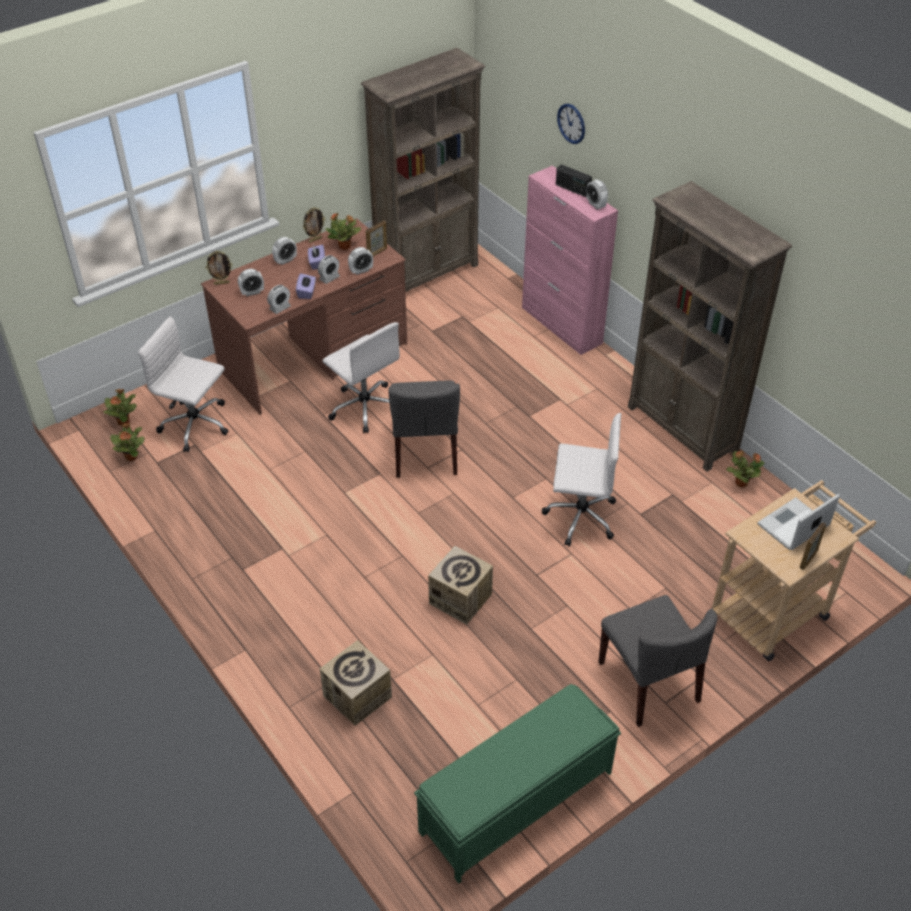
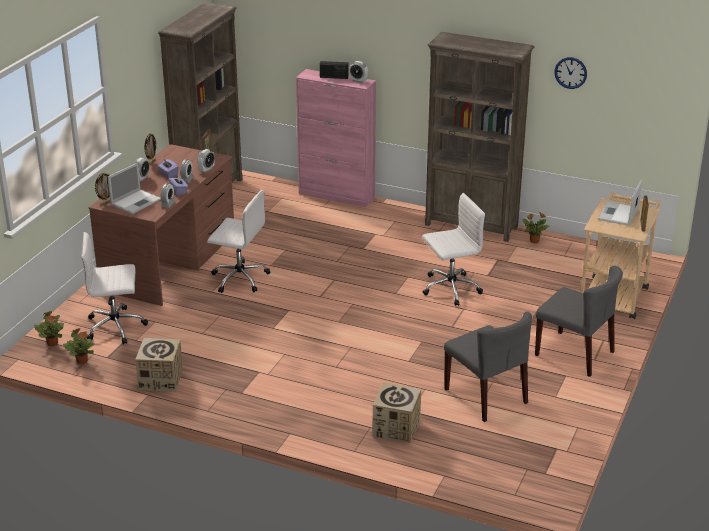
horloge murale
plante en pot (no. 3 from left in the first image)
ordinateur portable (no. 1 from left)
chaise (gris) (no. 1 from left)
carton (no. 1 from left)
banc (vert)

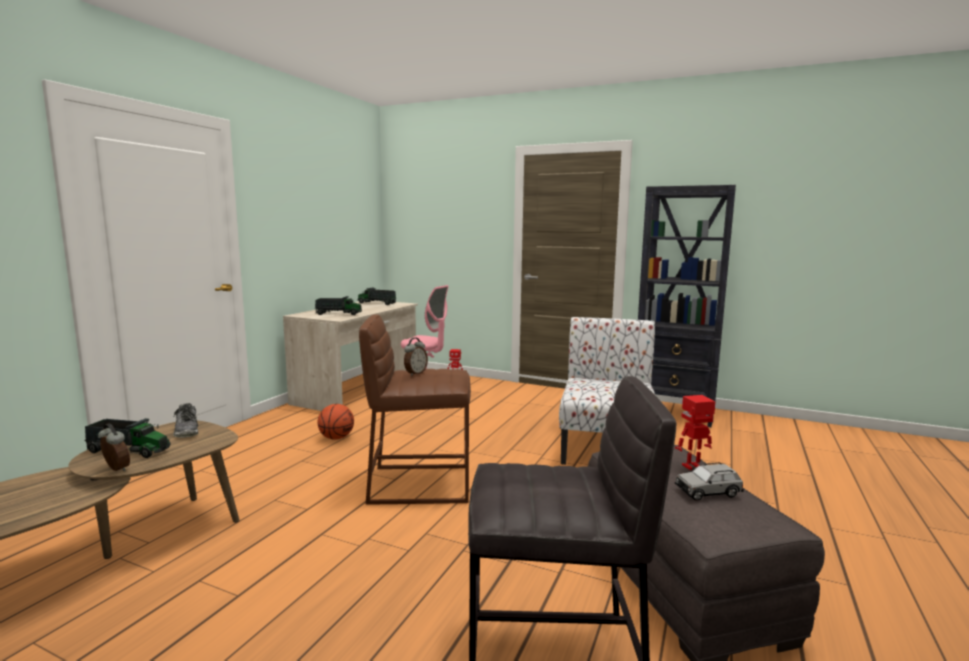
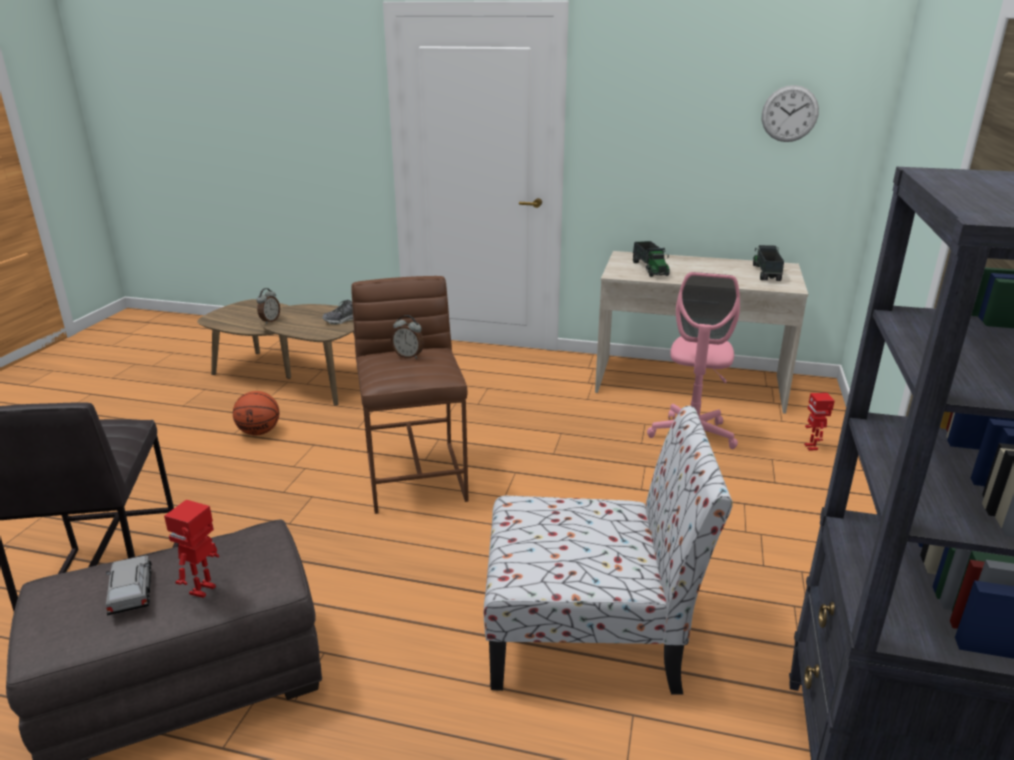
robot jouet (no. 1 from left)
ballon de basket
camion jouet (no. 1 from left in the first image)
horloge murale

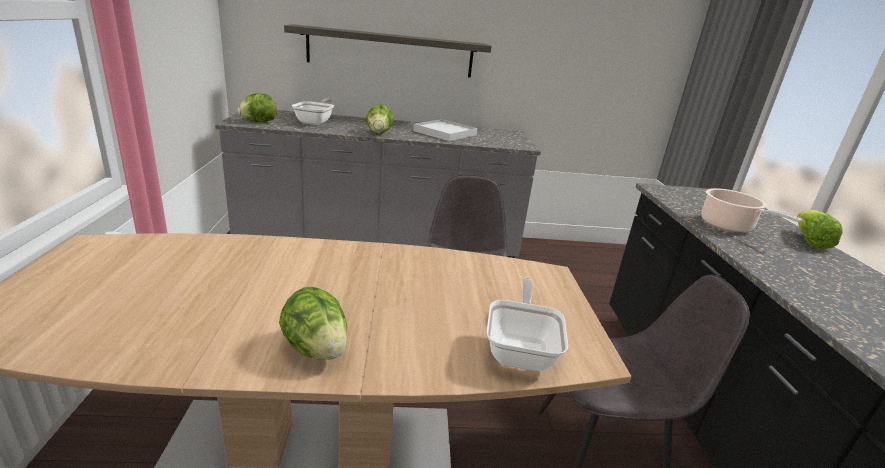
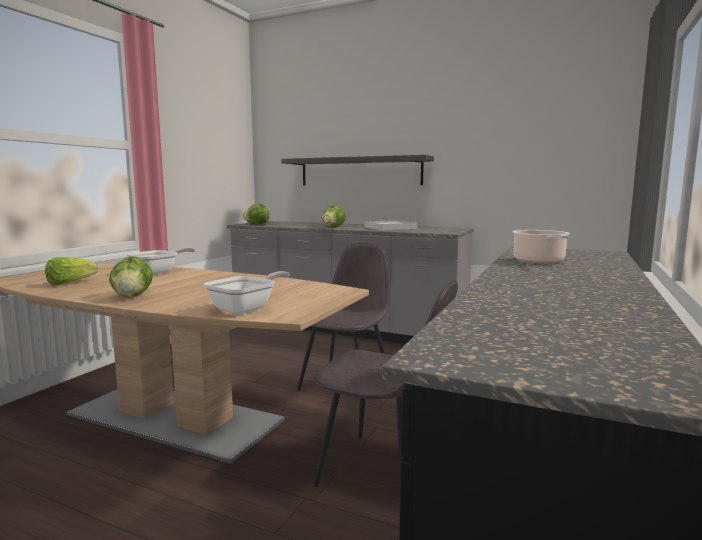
poêle (no. 1 from left)
laitue (no. 1 from left)

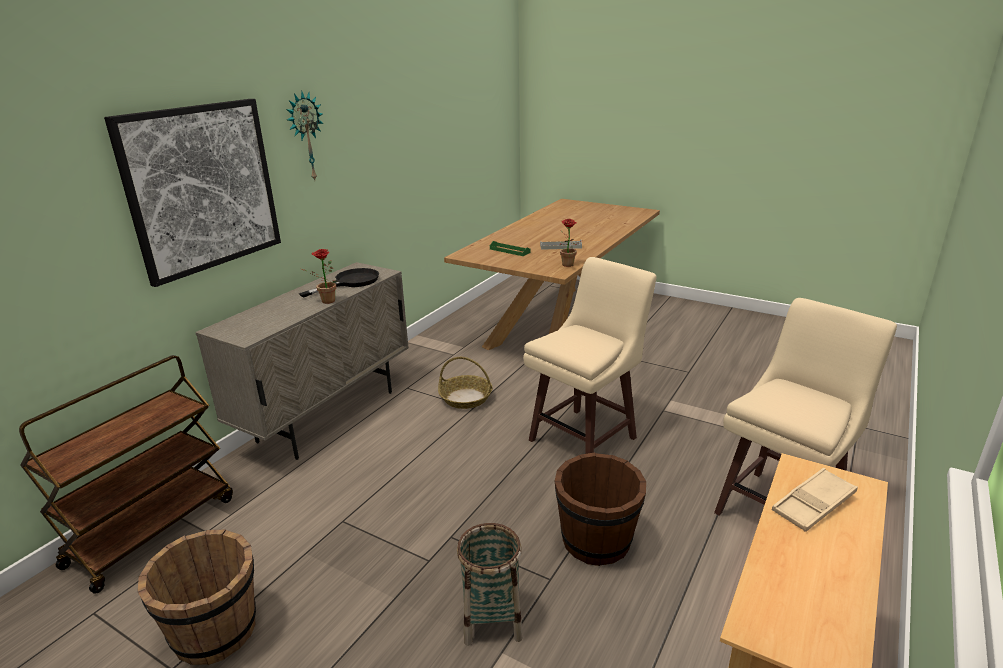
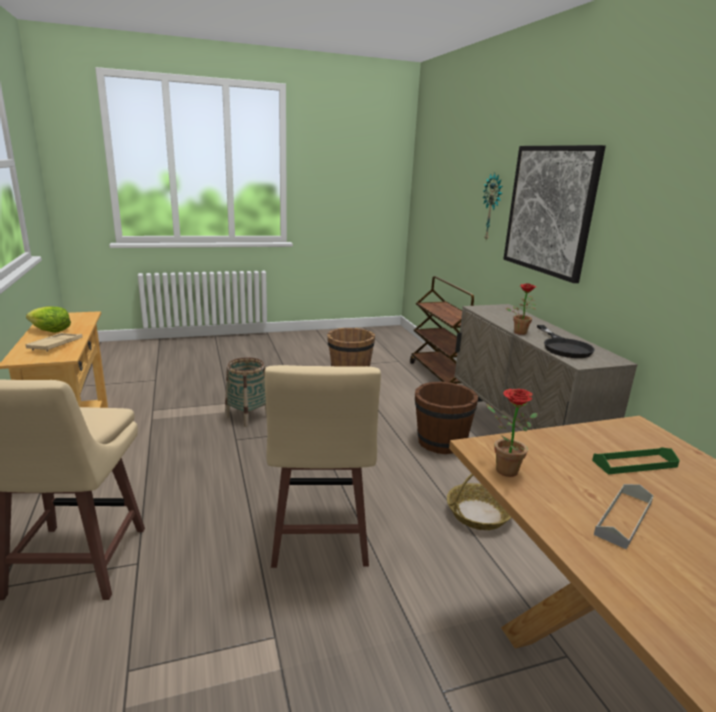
horloge murale
seau (marron) (no. 2 from left)
laitue

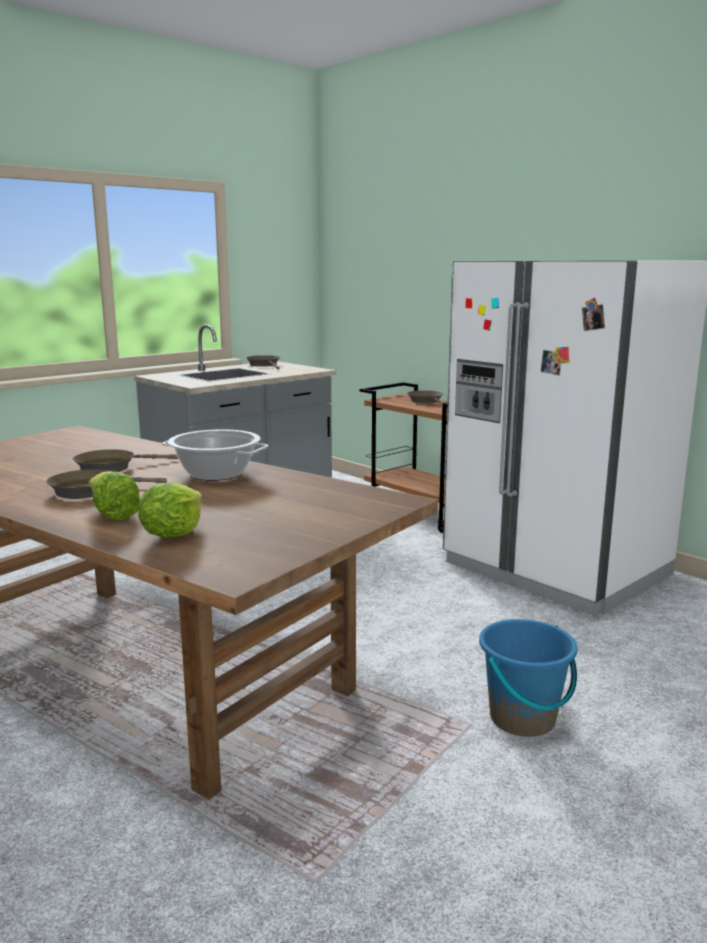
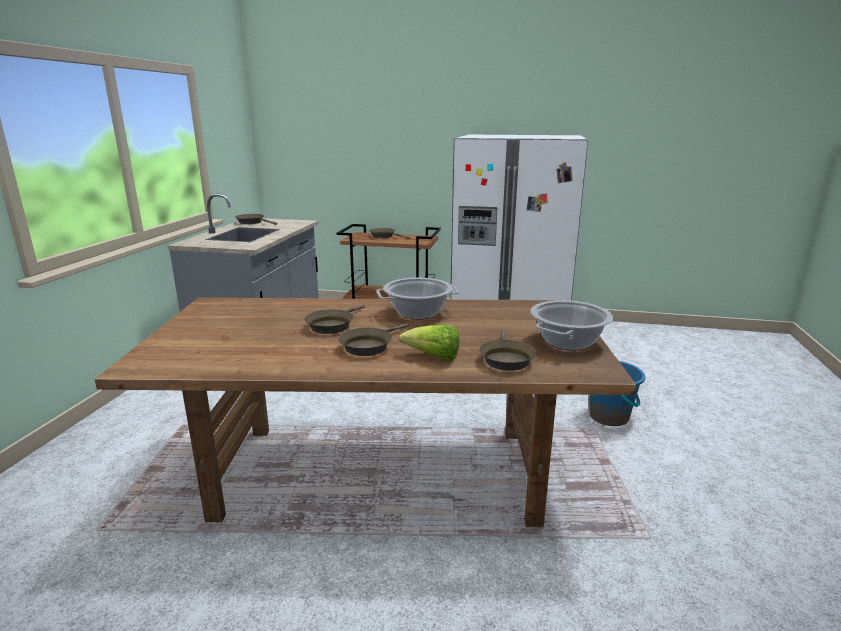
poêle (marron) (no. 5 from left)
marmite (no. 2 from left)

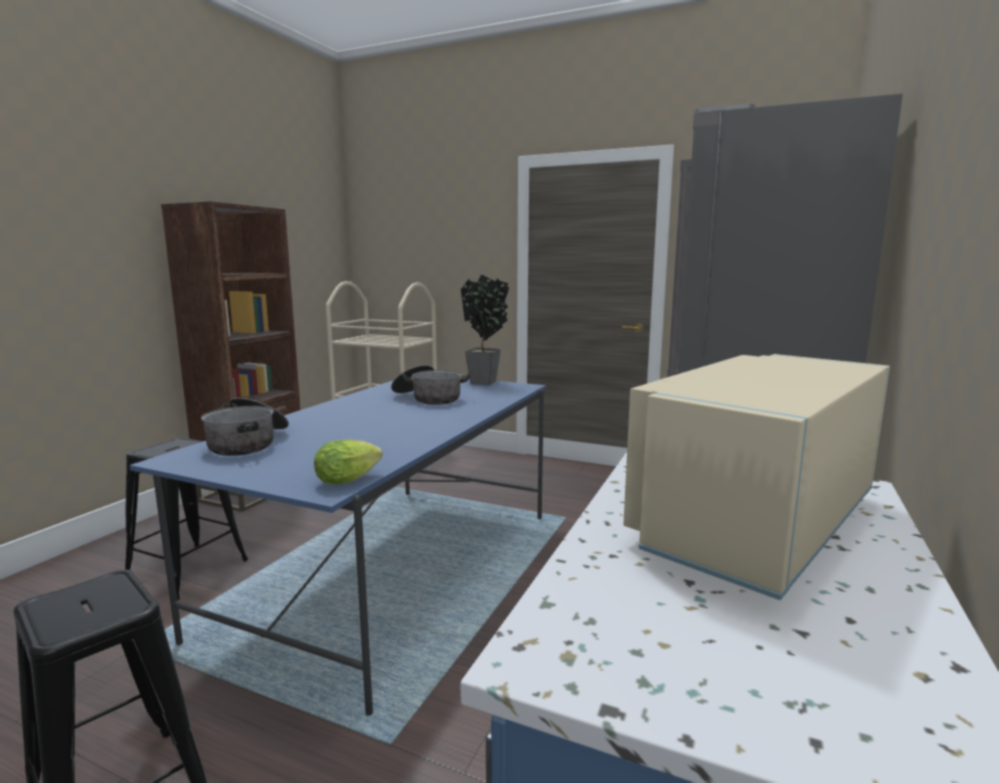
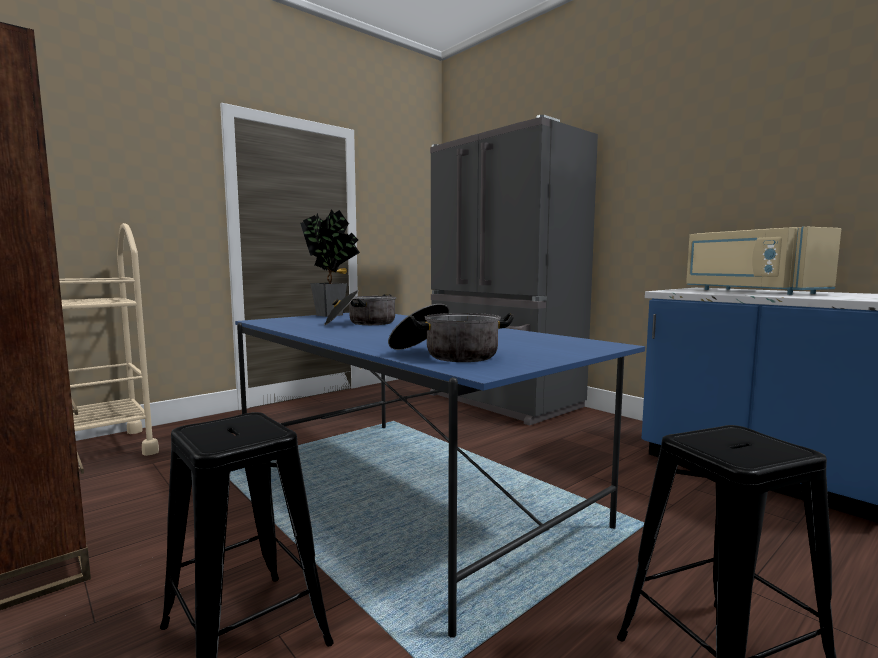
laitue

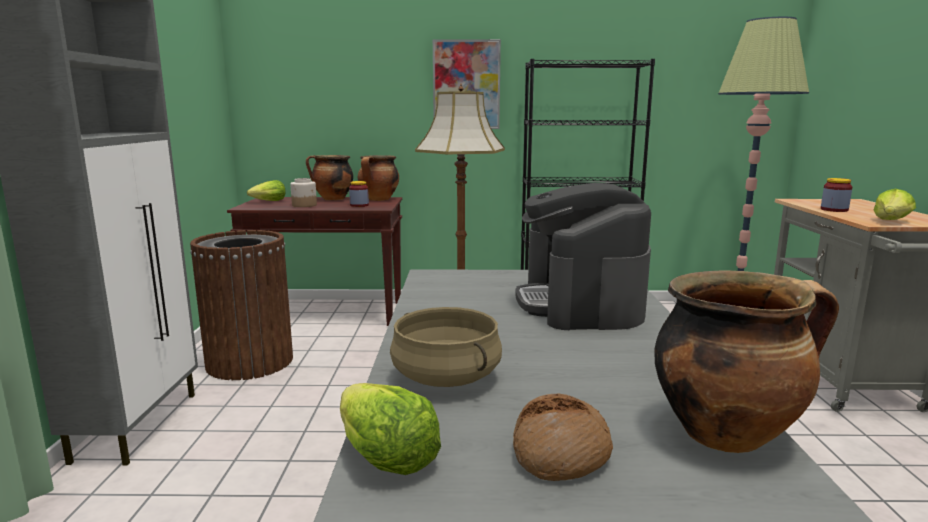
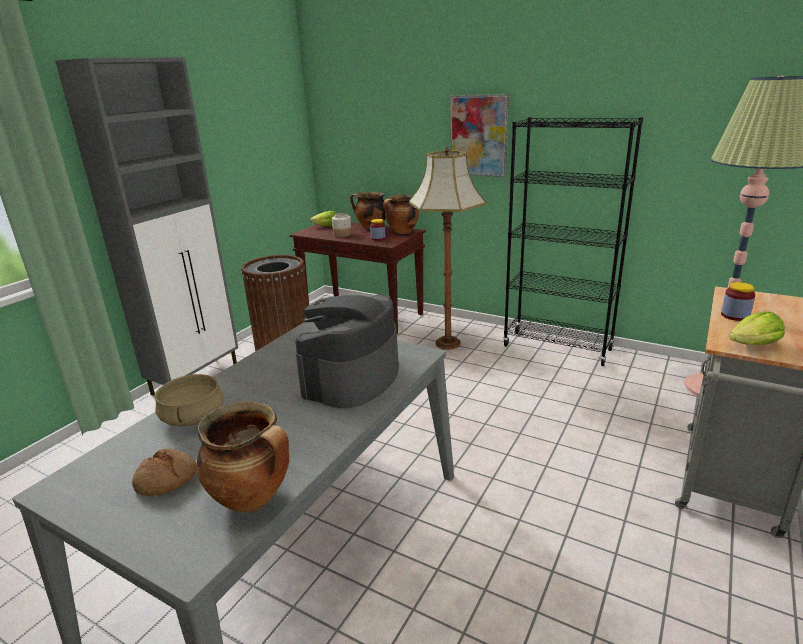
laitue (no. 2 from left in the first image)

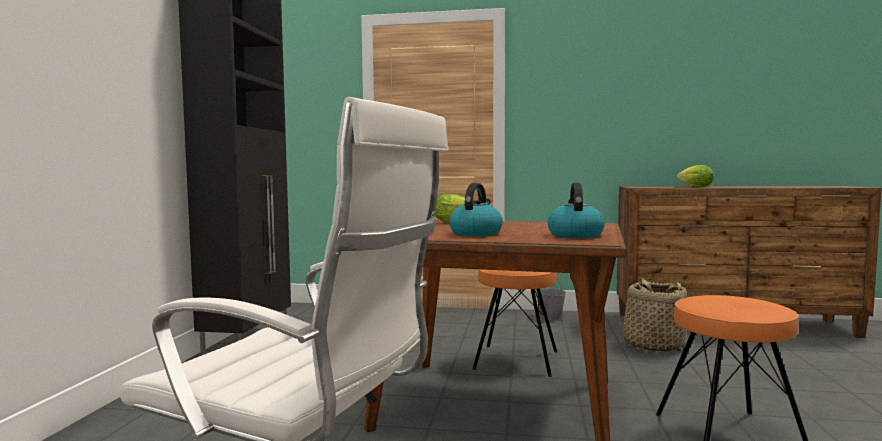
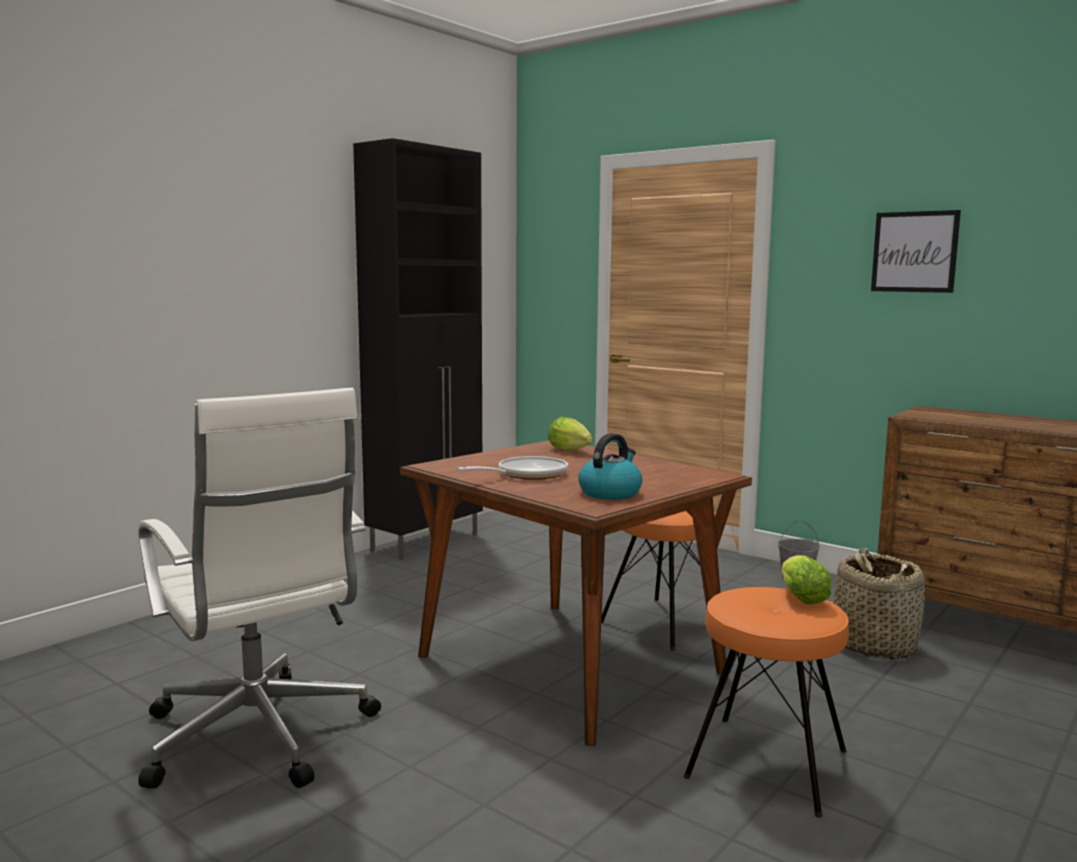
laitue (no. 2 from left)
poêle
tableau

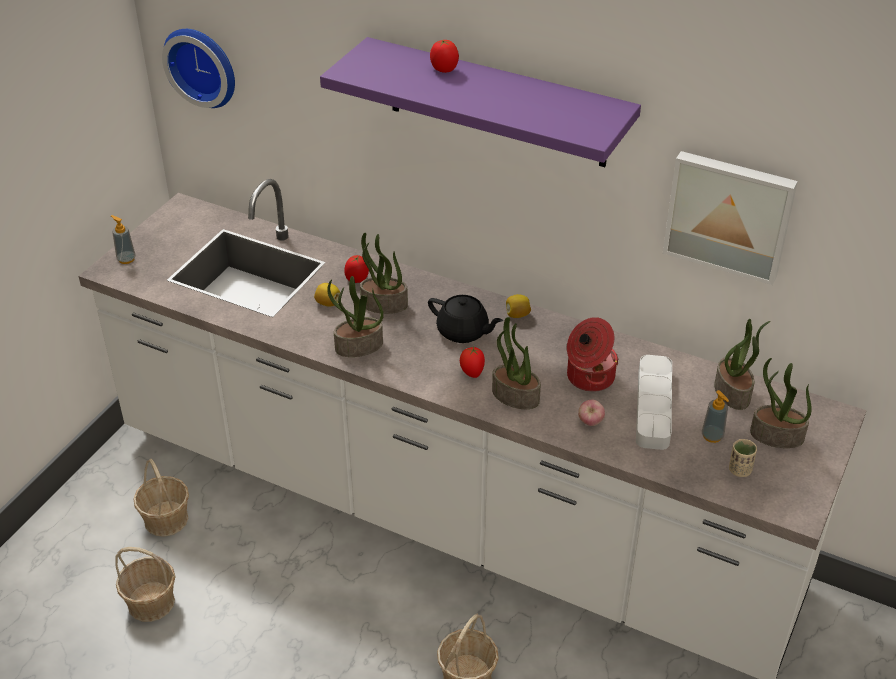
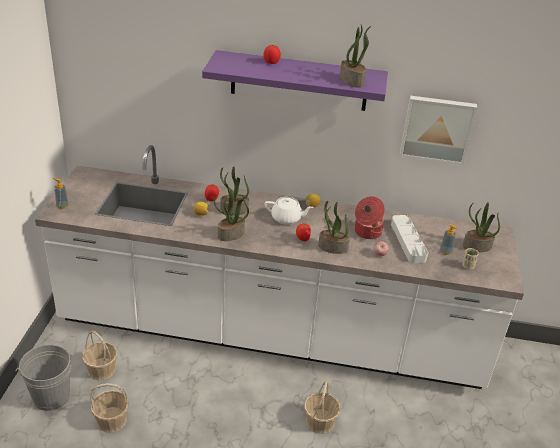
horloge murale
théière (blanc)
plante en pot (no. 4 from left)
seau (gris)

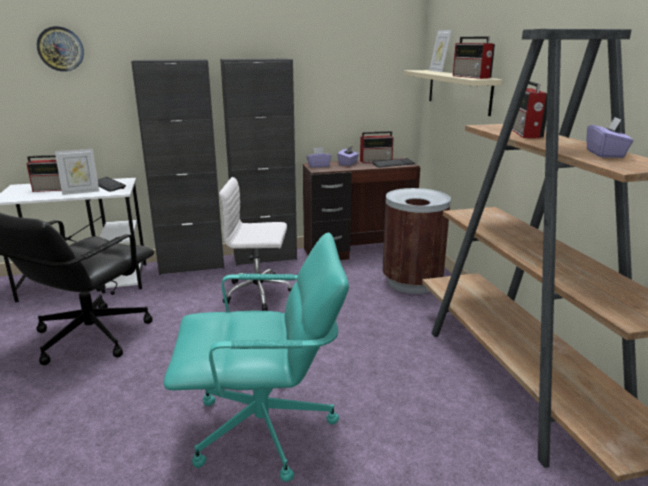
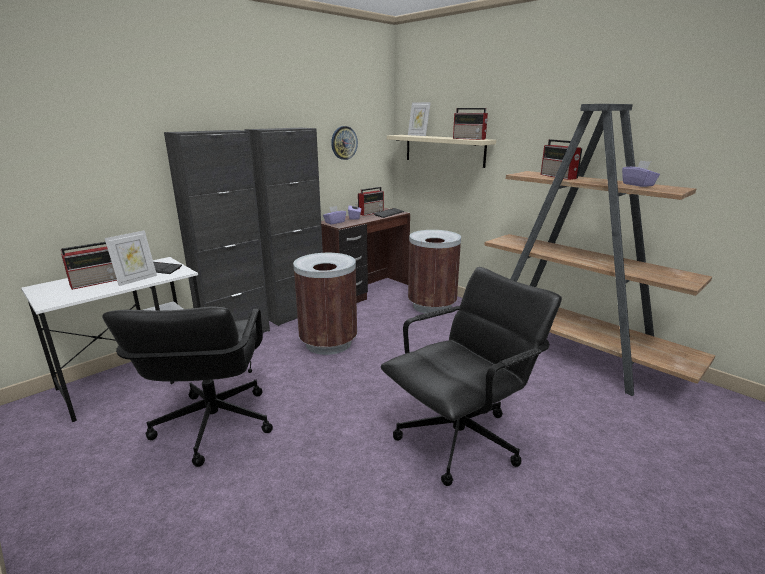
horloge murale
poubelle (marron) (no. 1 from left)
chaise de bureau (noir) (no. 2 from left)

